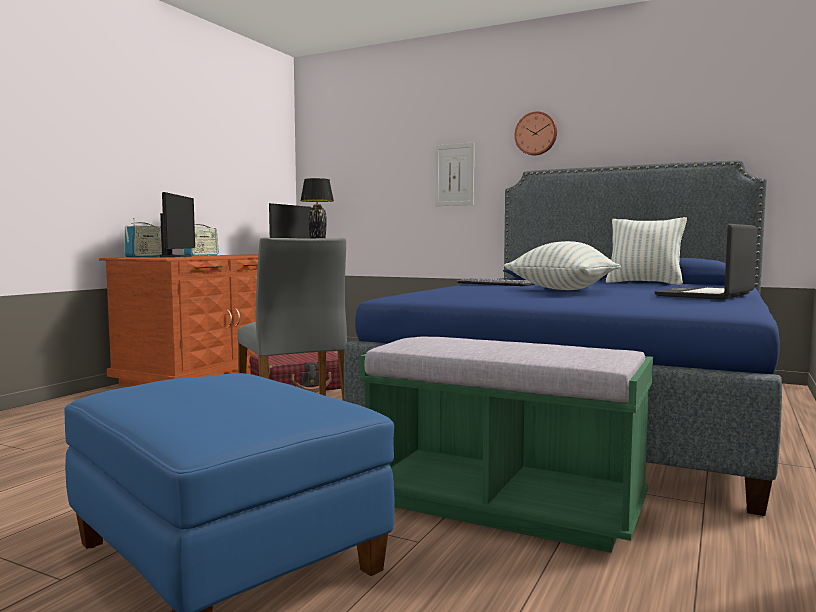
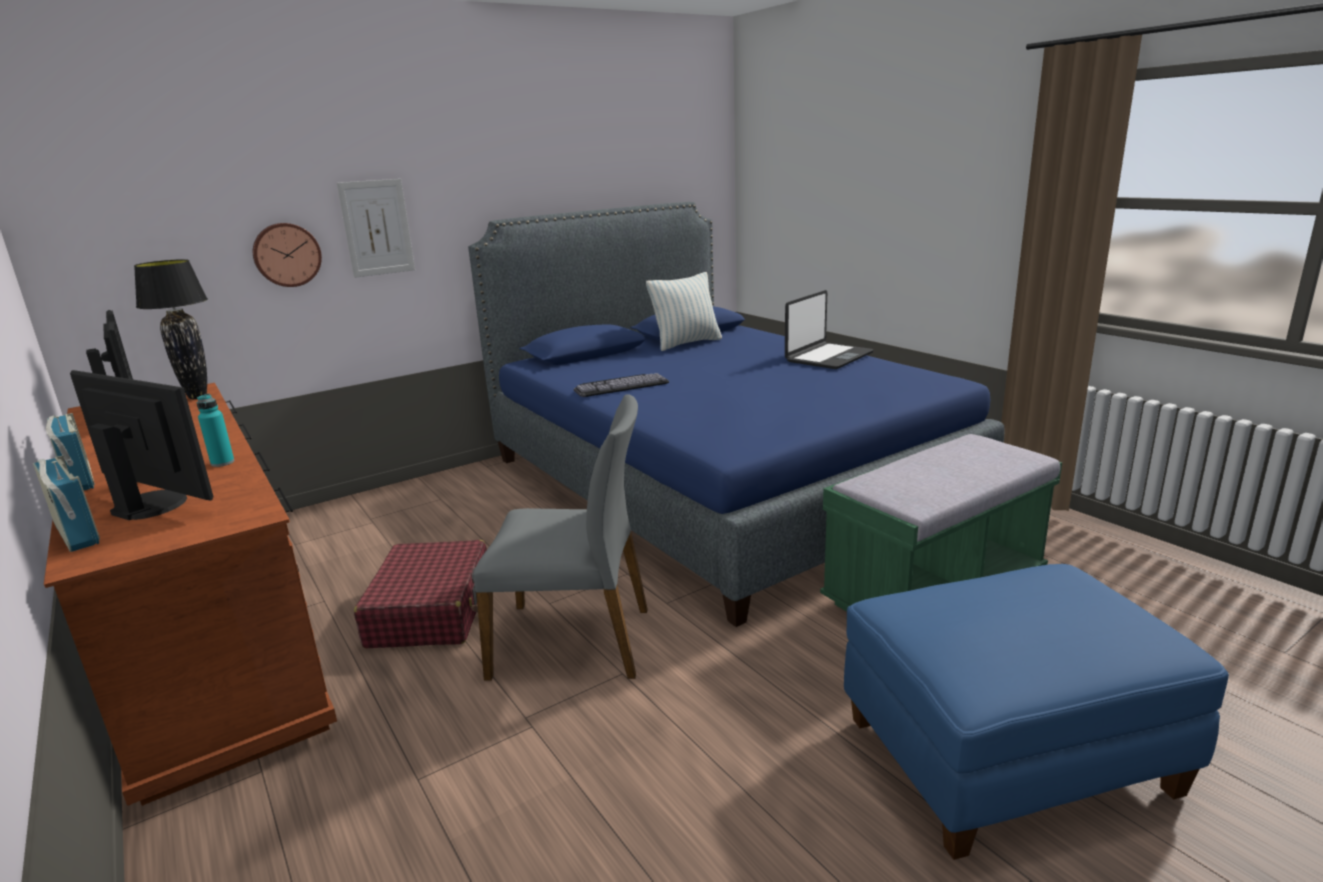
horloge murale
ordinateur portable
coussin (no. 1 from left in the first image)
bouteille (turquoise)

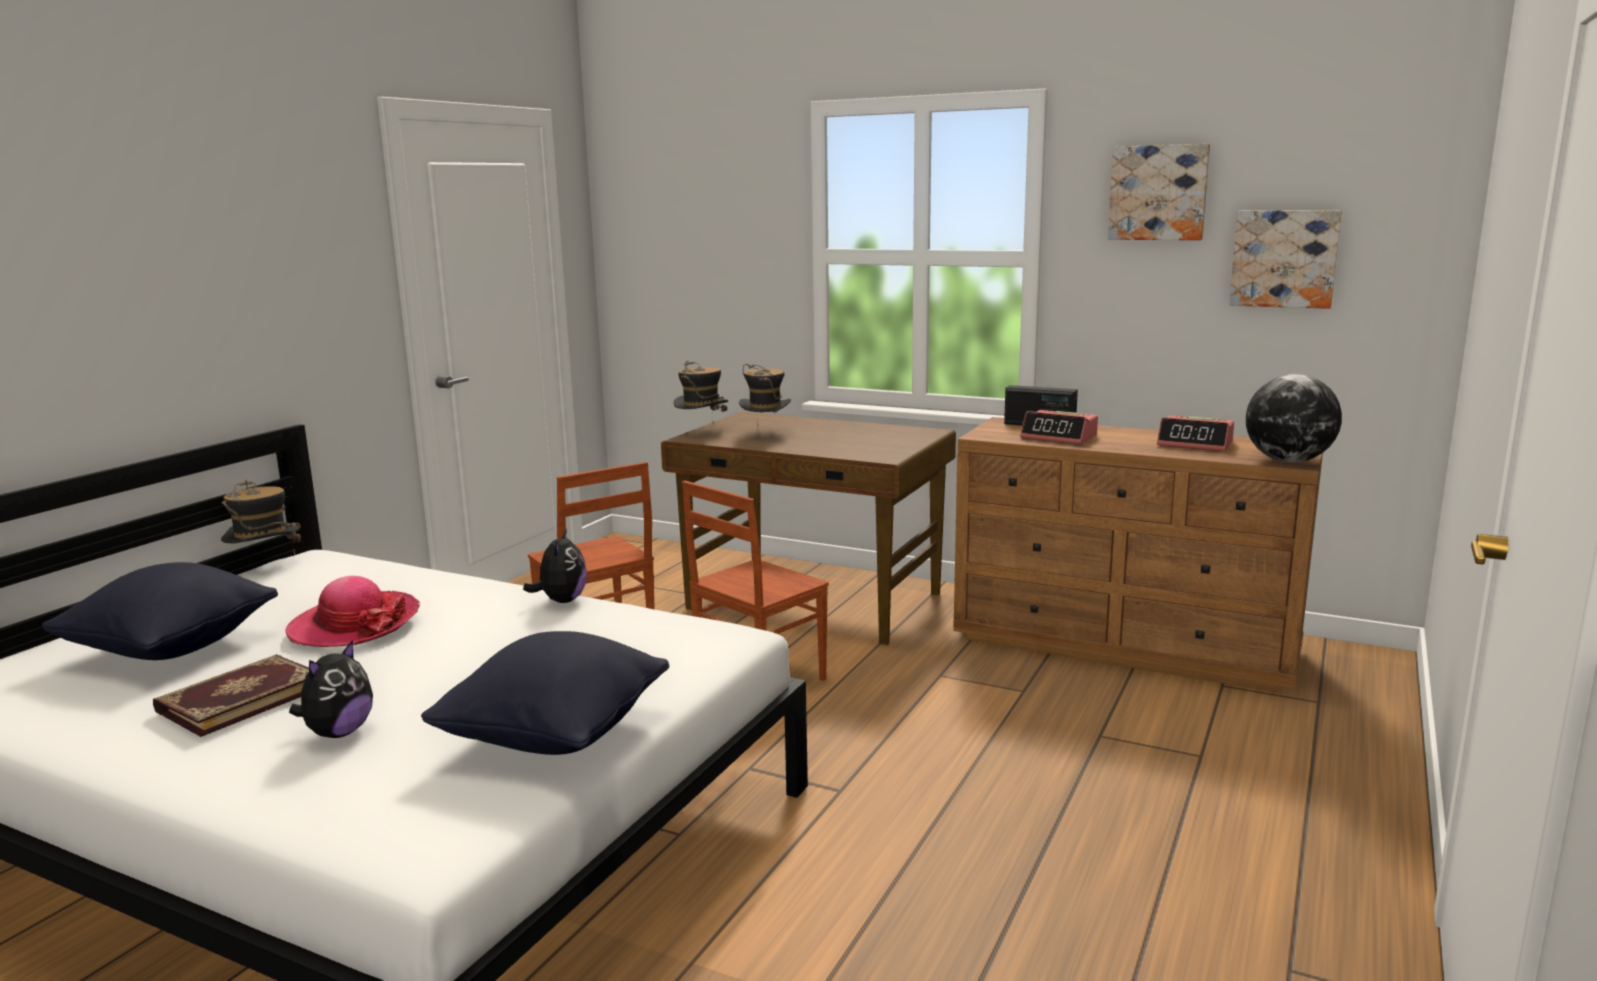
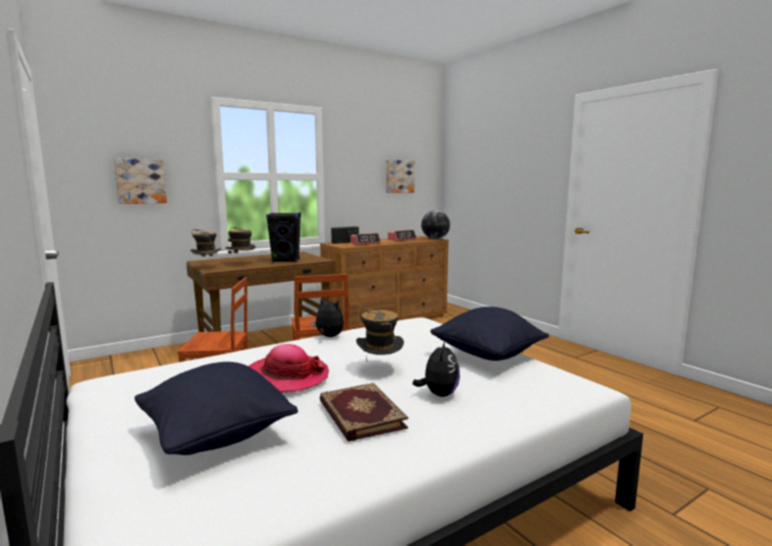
tableau (no. 1 from left)
chapeau (no. 4 from left)
peluche (no. 2 from left)
enceinte (noir)

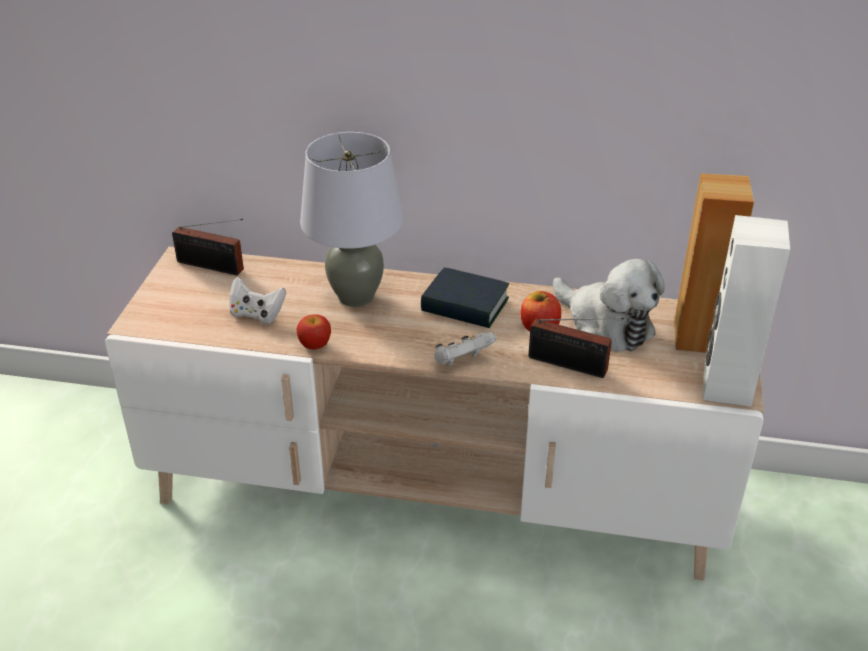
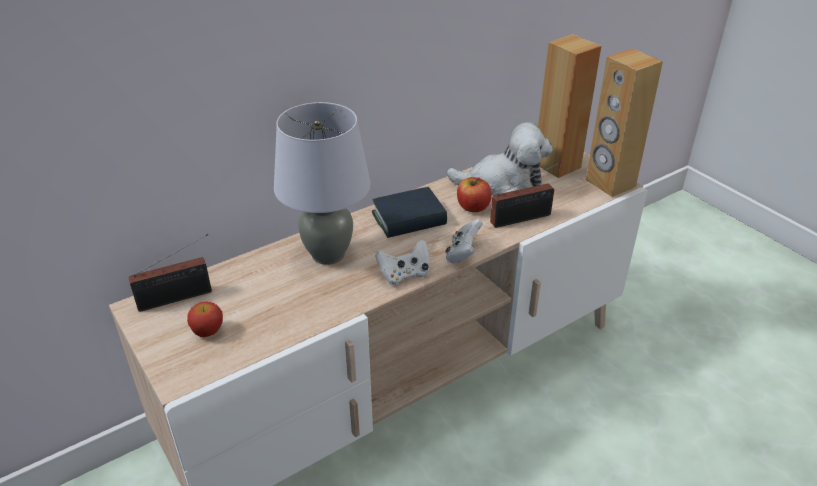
enceinte (marron) (no. 2 from left)
manette (blanc) (no. 1 from left)
pomme (no. 1 from left)

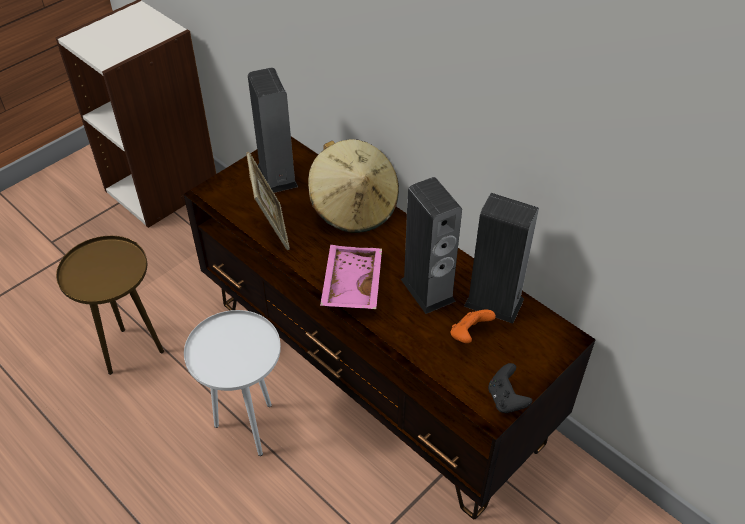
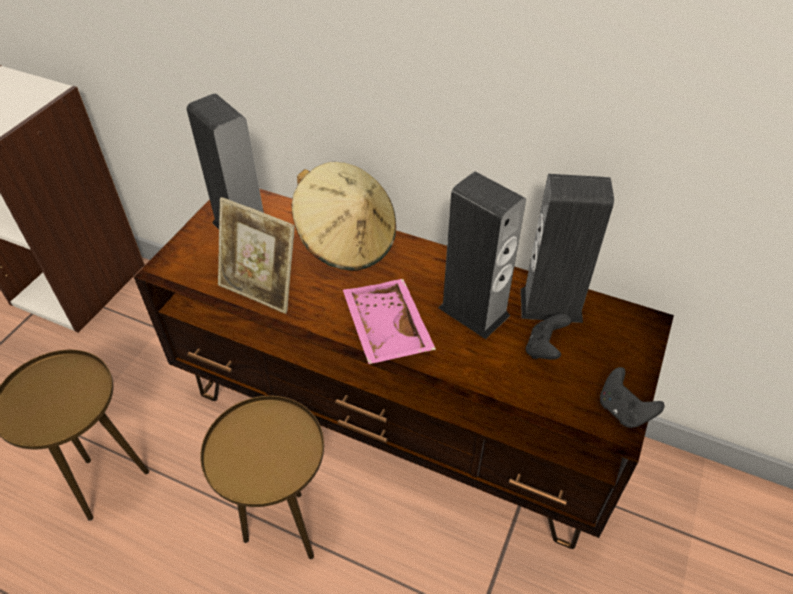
cadre photo
table d'appoint (marron) (no. 2 from left)
manette (noir) (no. 1 from left)

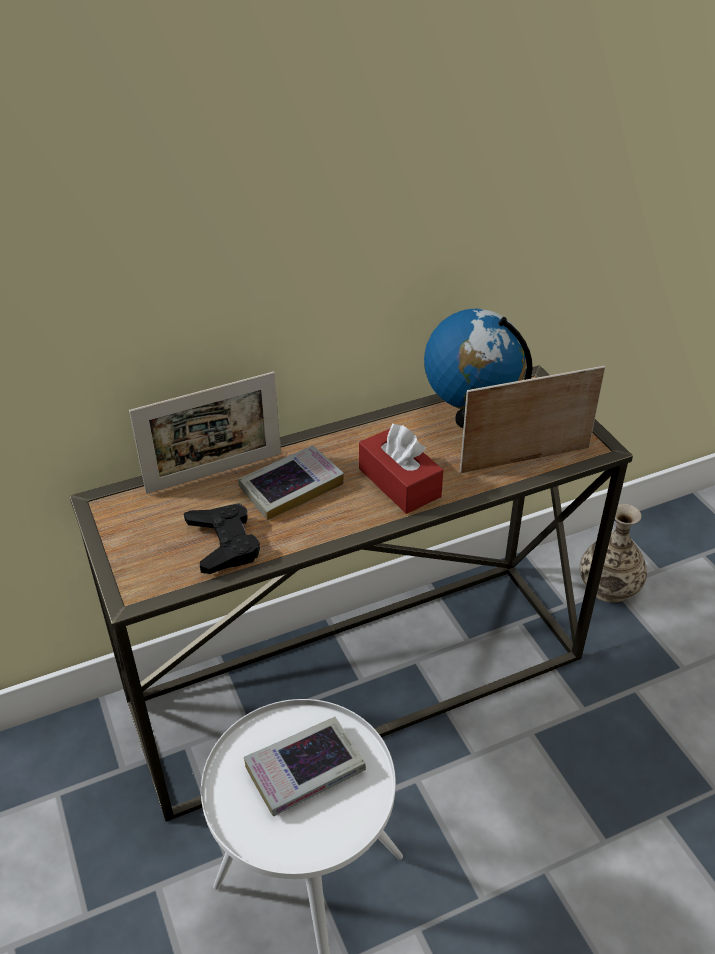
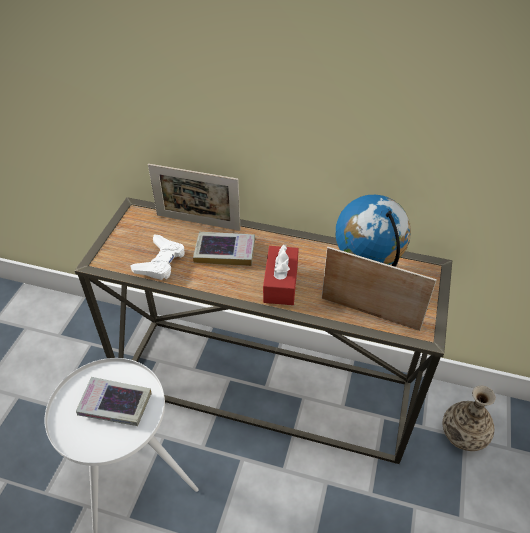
manette (blanc)

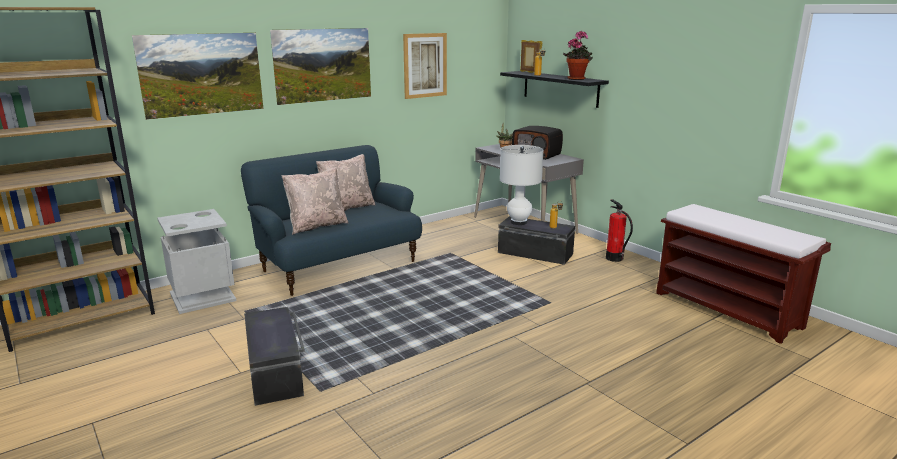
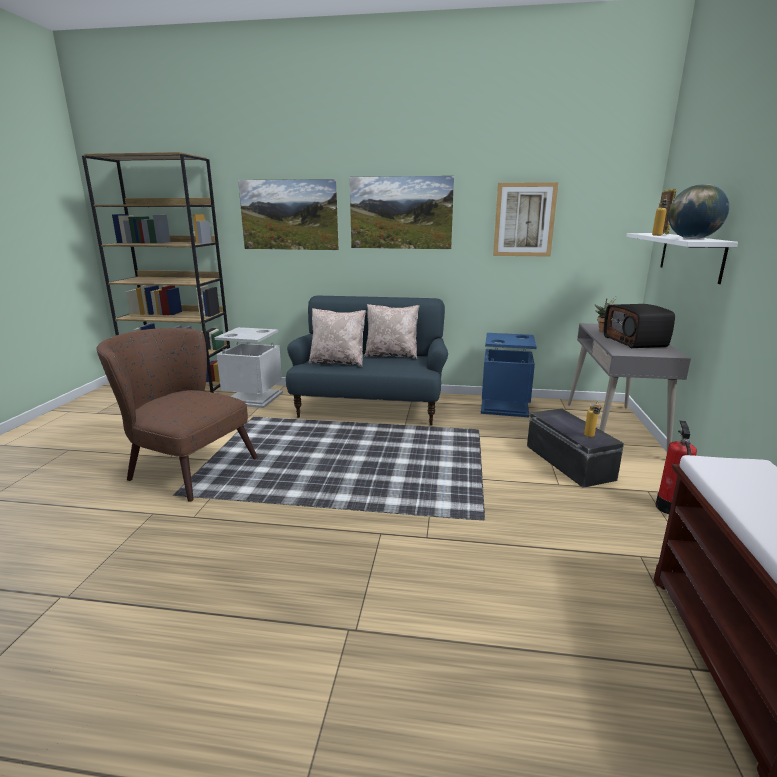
globe
étagère (blanc)
lampe de table (blanc)
fauteuil (marron)
poubelle (bleu)

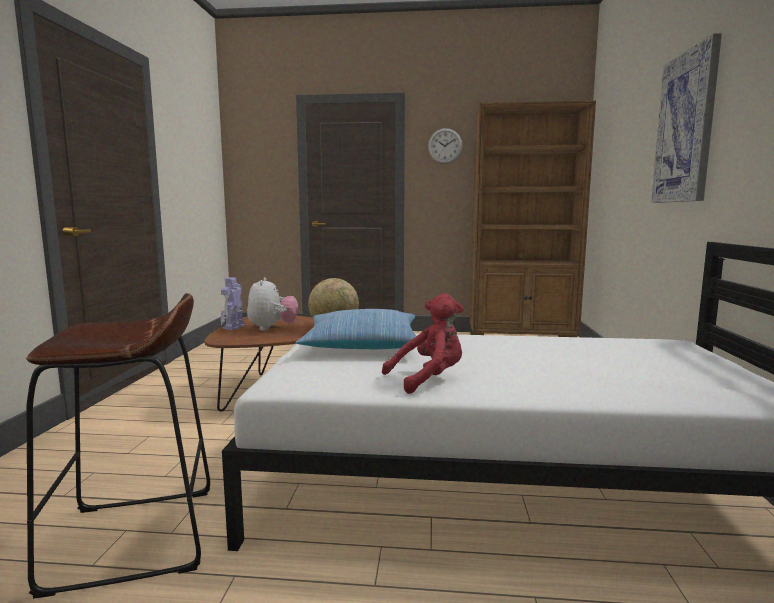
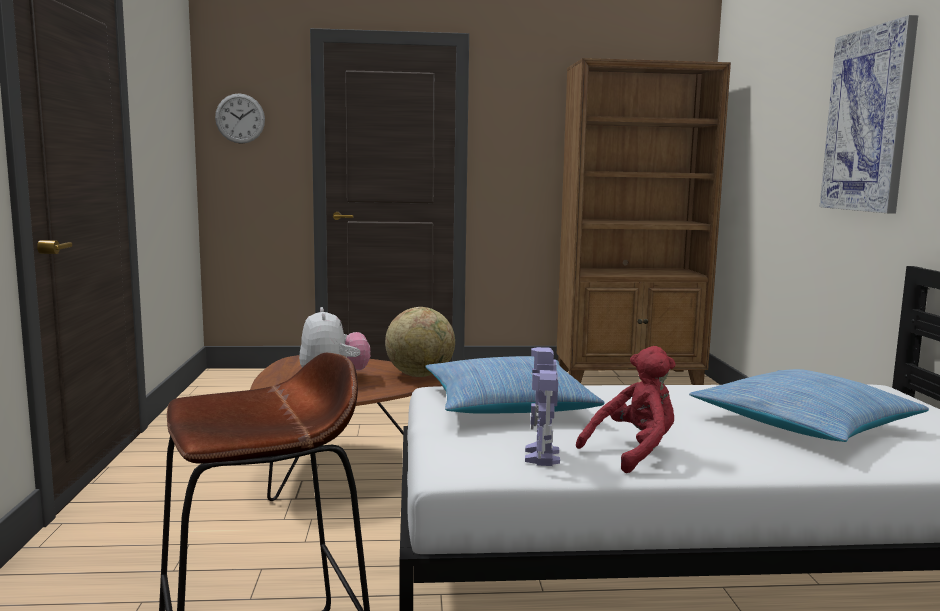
horloge murale
robot jouet
coussin (no. 2 from left)

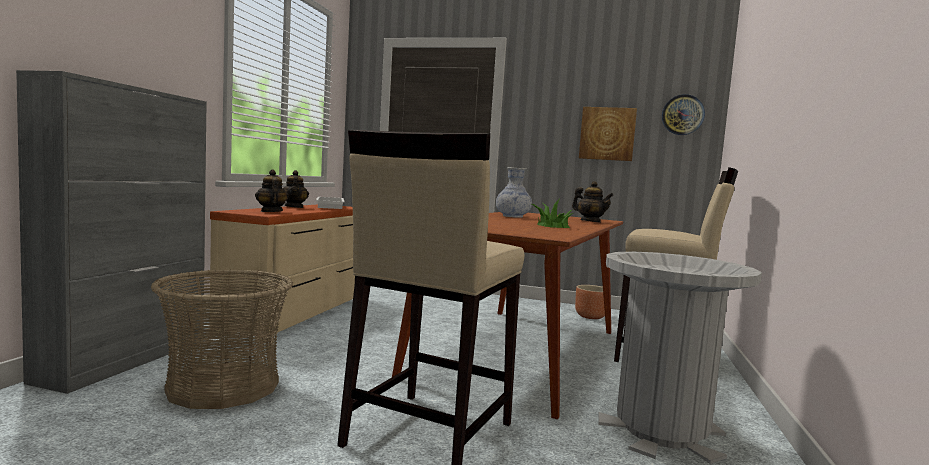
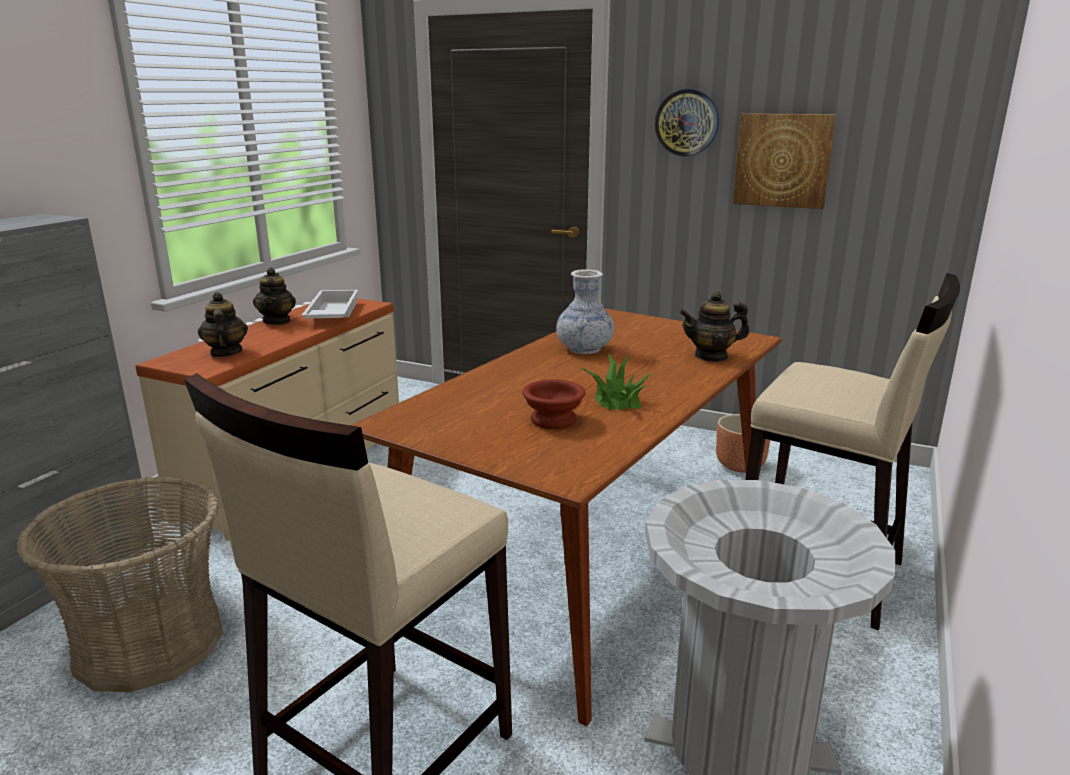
horloge murale
théière (no. 3 from left)
bol (marron)

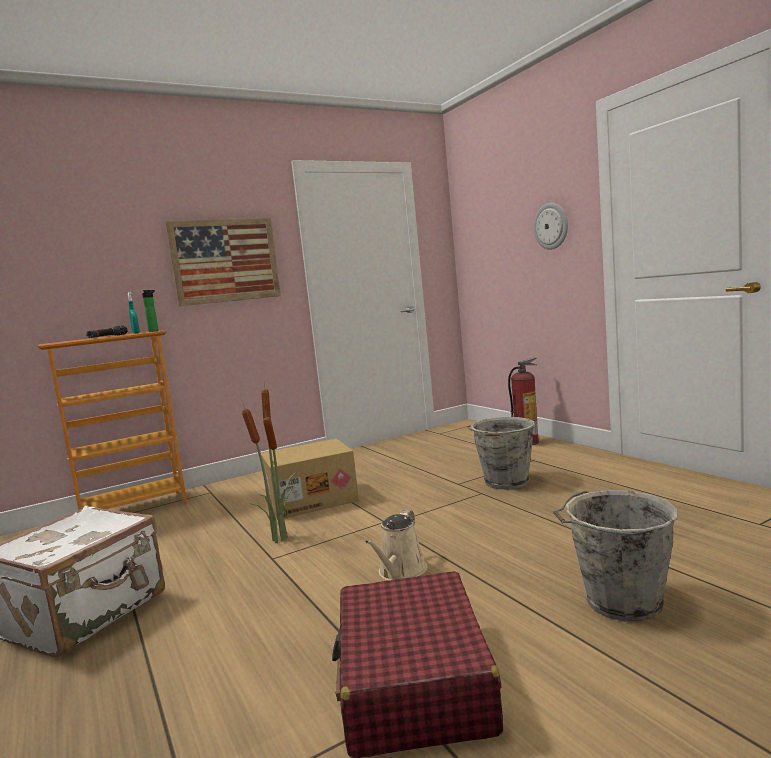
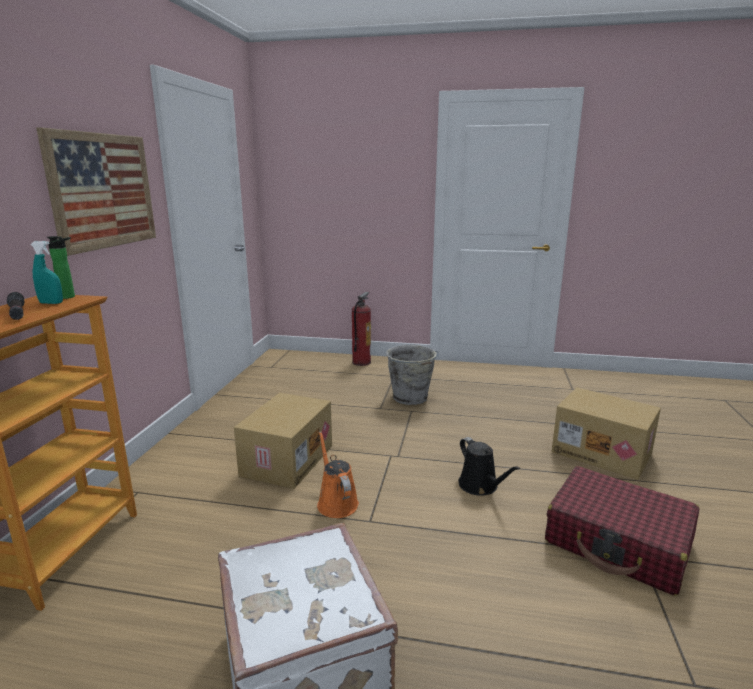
horloge murale
arrosoir (orange)
carton (no. 2 from left)
arrosoir (noir)

